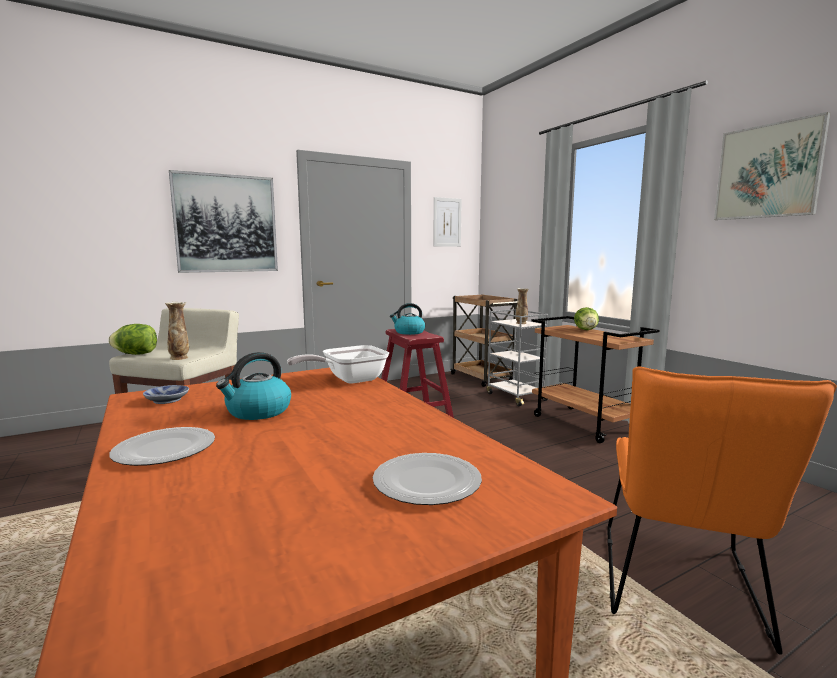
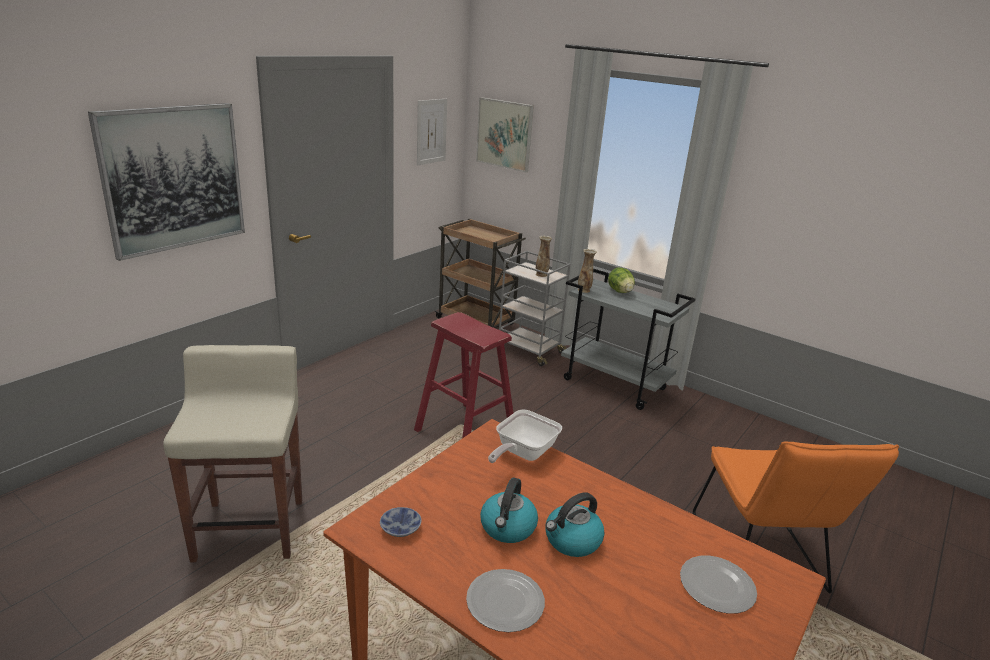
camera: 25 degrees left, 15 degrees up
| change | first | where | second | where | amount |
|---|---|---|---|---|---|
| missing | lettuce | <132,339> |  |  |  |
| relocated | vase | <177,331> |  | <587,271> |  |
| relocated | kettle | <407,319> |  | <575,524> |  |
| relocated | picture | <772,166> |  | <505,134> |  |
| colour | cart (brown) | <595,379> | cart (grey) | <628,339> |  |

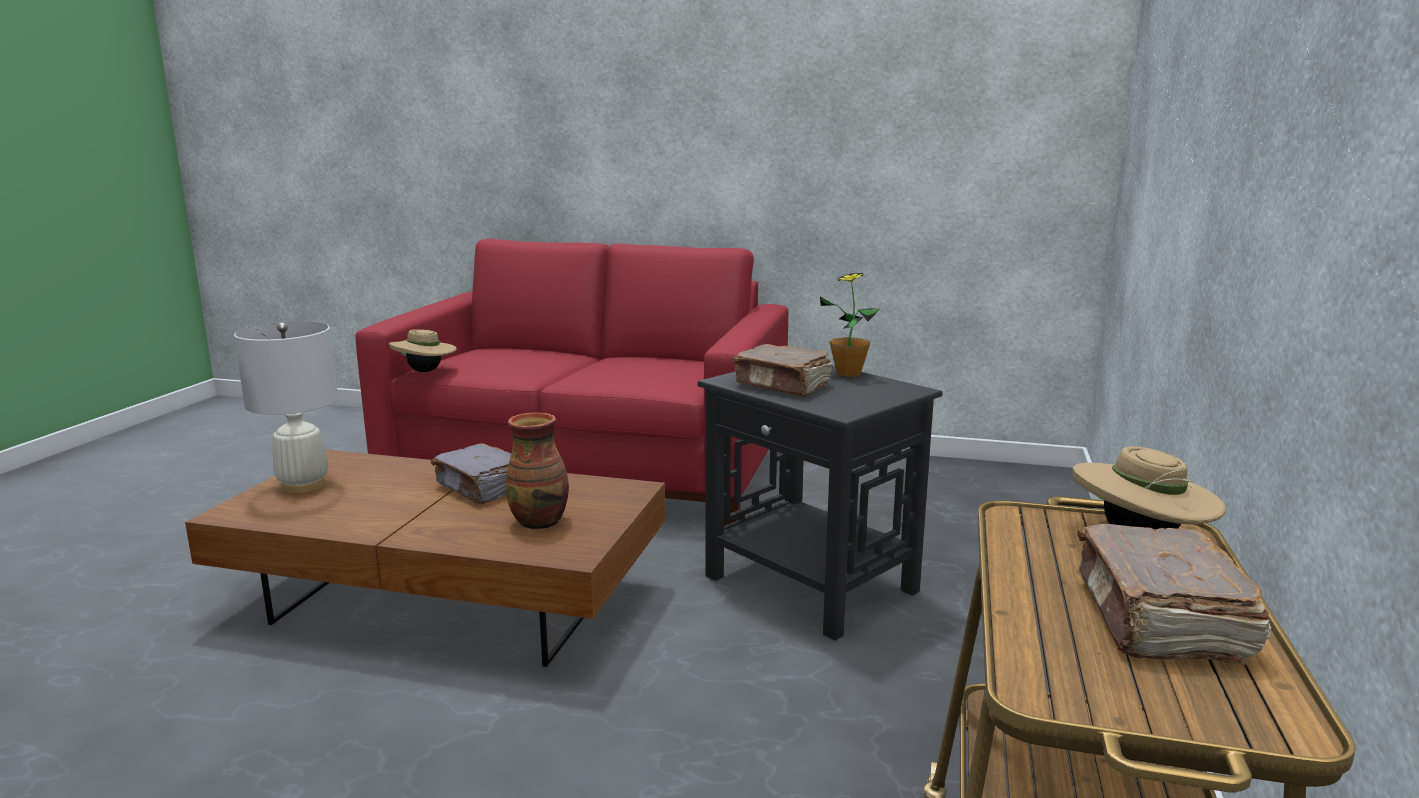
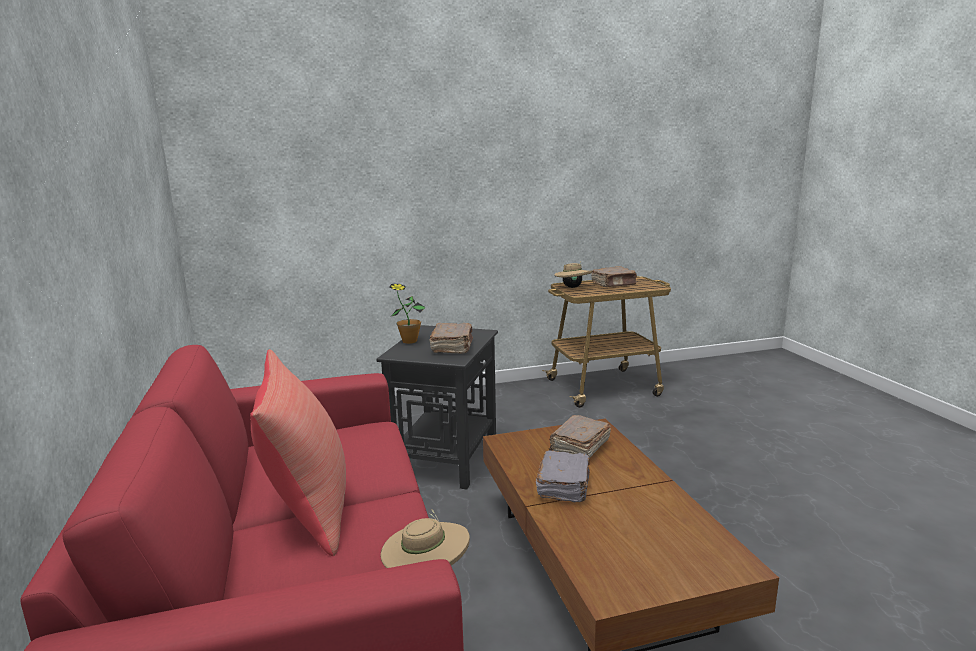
camera: 120 degrees left, 0 degrees up
| change | first | where | second | where | amount |
|---|---|---|---|---|---|
| missing | table lamp (white) | <286,407> |  |  |  |
| appeared |  |  | pillow (red) | <298,452> |  |
| exchanged | vase | <537,470> | book (brown) | <580,436> |  |

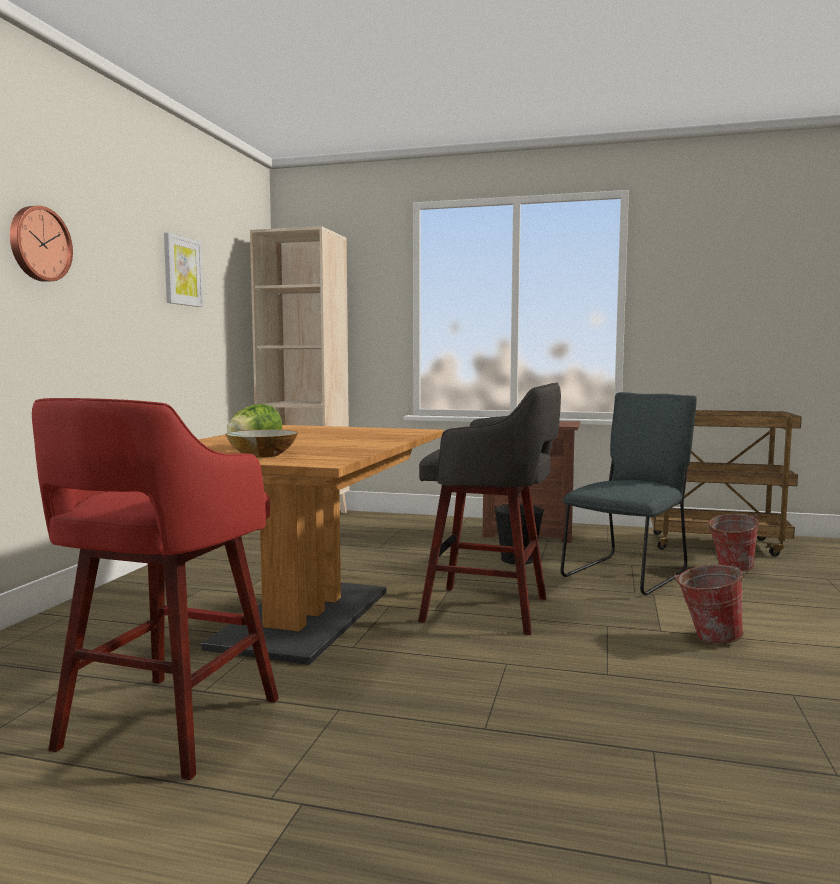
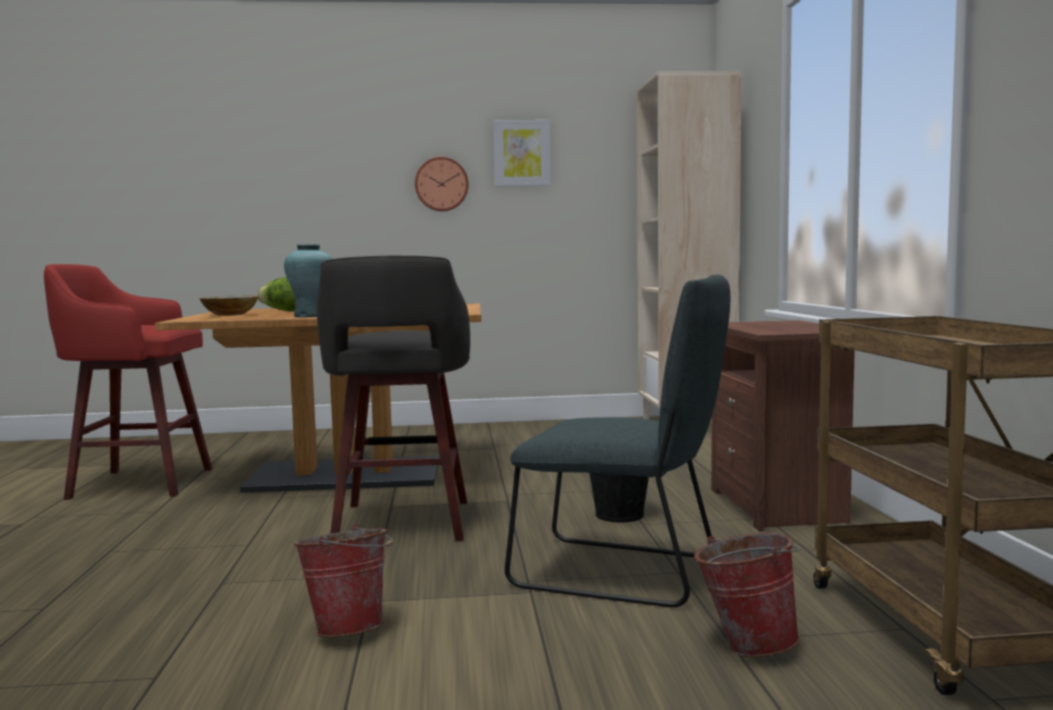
camera: 70 degrees right, 0 degrees up
| change | first | where | second | where | amount |
|---|---|---|---|---|---|
| appeared |  |  | vase (turquoise) | <308,280> |  |
| relocated | wall clock | <41,244> |  | <442,184> |  |

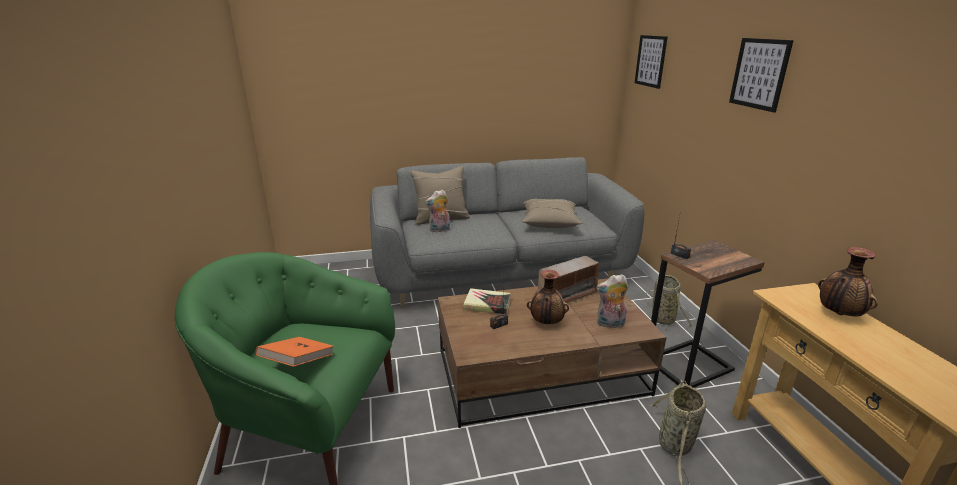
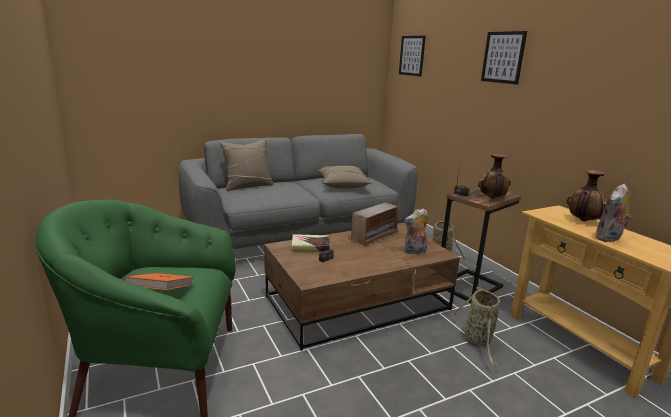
camera: 15 degrees left, 5 degrees down
| change | first | where | second | where | amount |
|---|---|---|---|---|---|
| relocated | plush toy | <437,211> |  | <613,213> |  |
| relocated | vase | <548,297> |  | <494,176> |  |

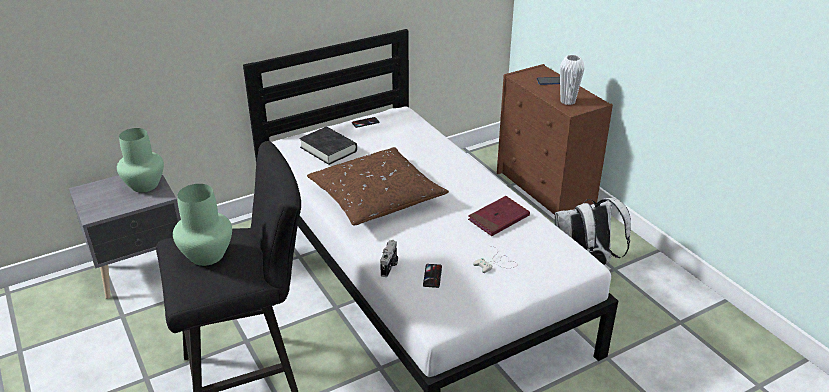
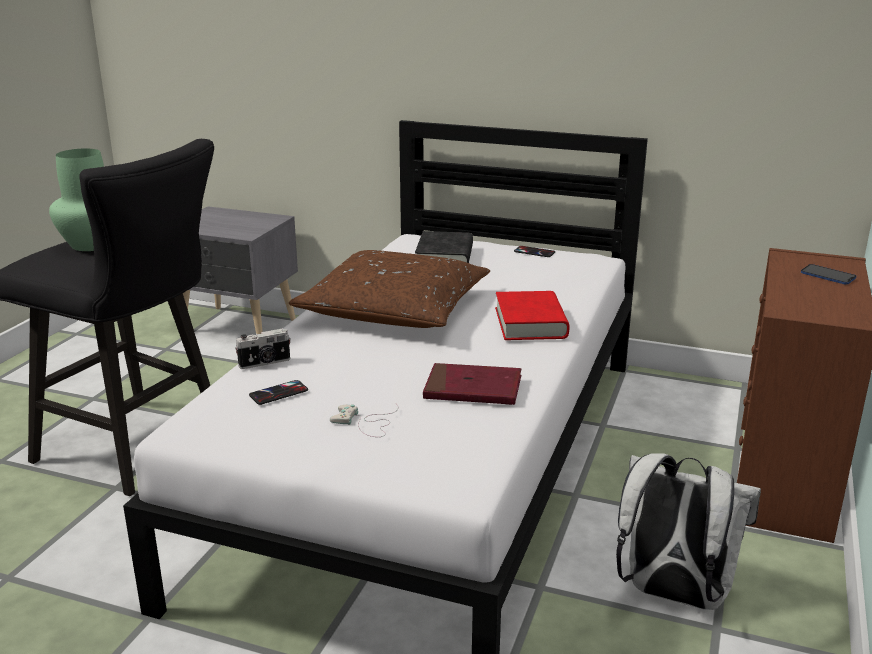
camera: 50 degrees right, 10 degrees down
| change | first | where | second | where | amount |
|---|---|---|---|---|---|
| missing | vase (green) | <140,160> |  |  |  |
| missing | vase (white) | <572,80> |  |  |  |
| appeared |  |  | book (red) | <532,315> |  |

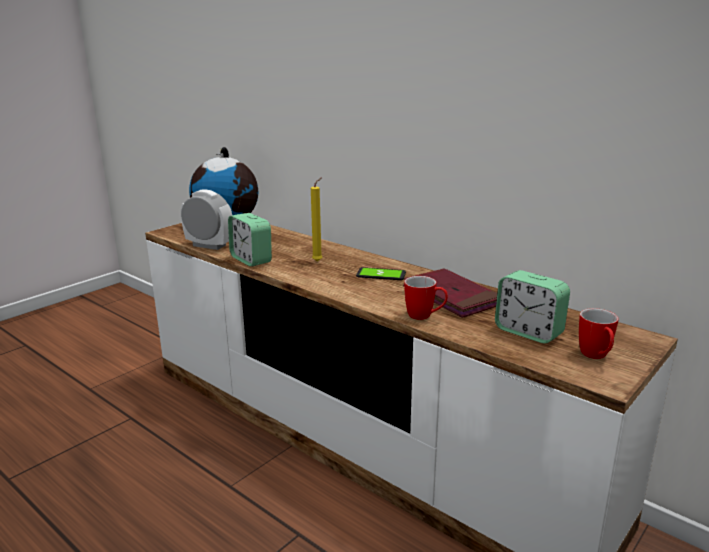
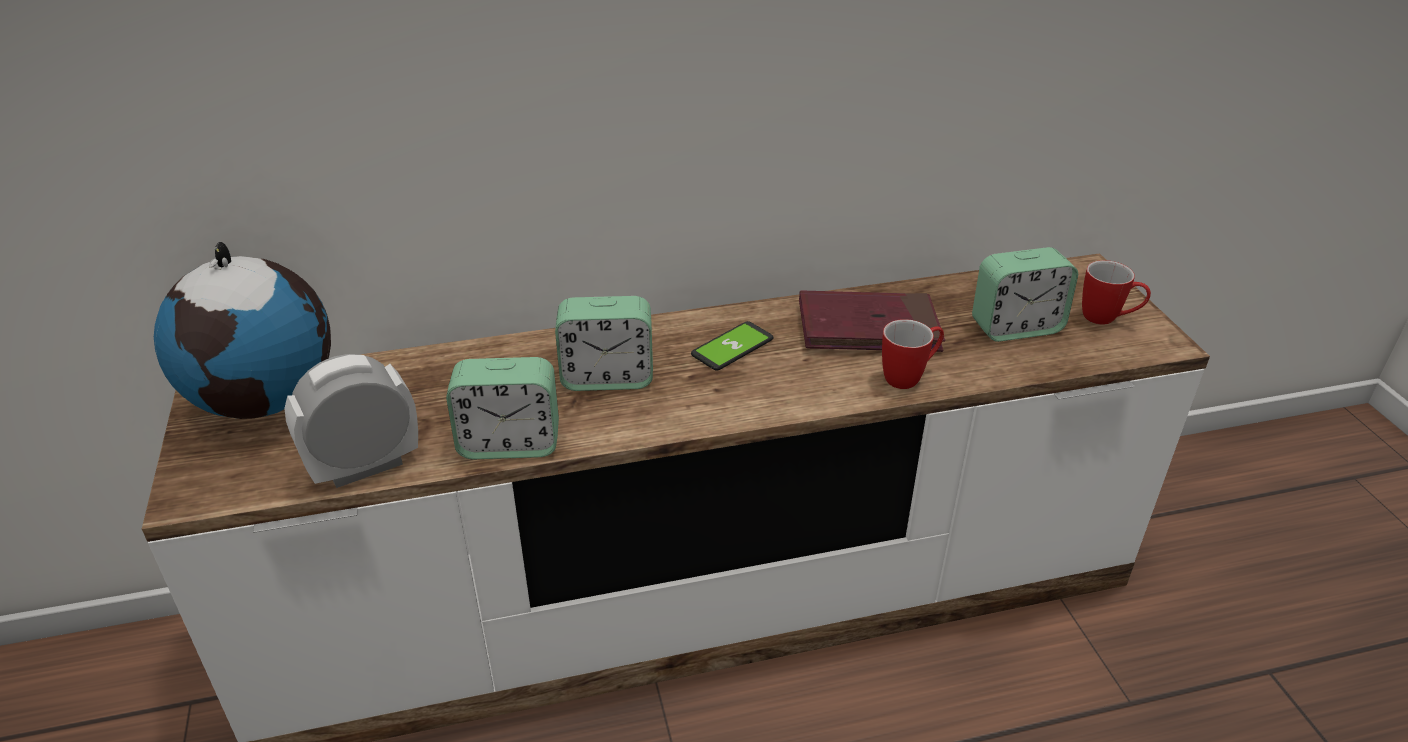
camera: 55 degrees left, 15 degrees up
| change | first | where | second | where | amount |
|---|---|---|---|---|---|
| exchanged | candle (yellow) | <316,219> | alarm clock | <604,343> |  |

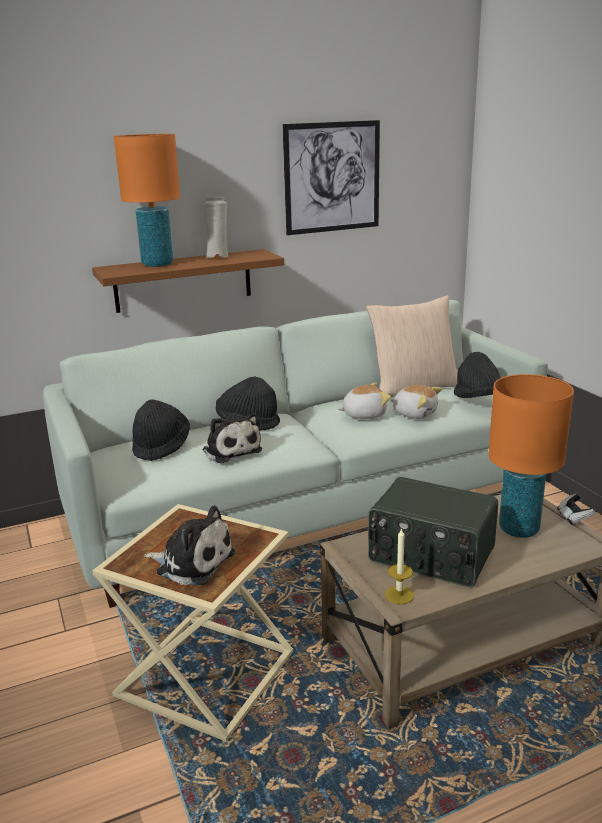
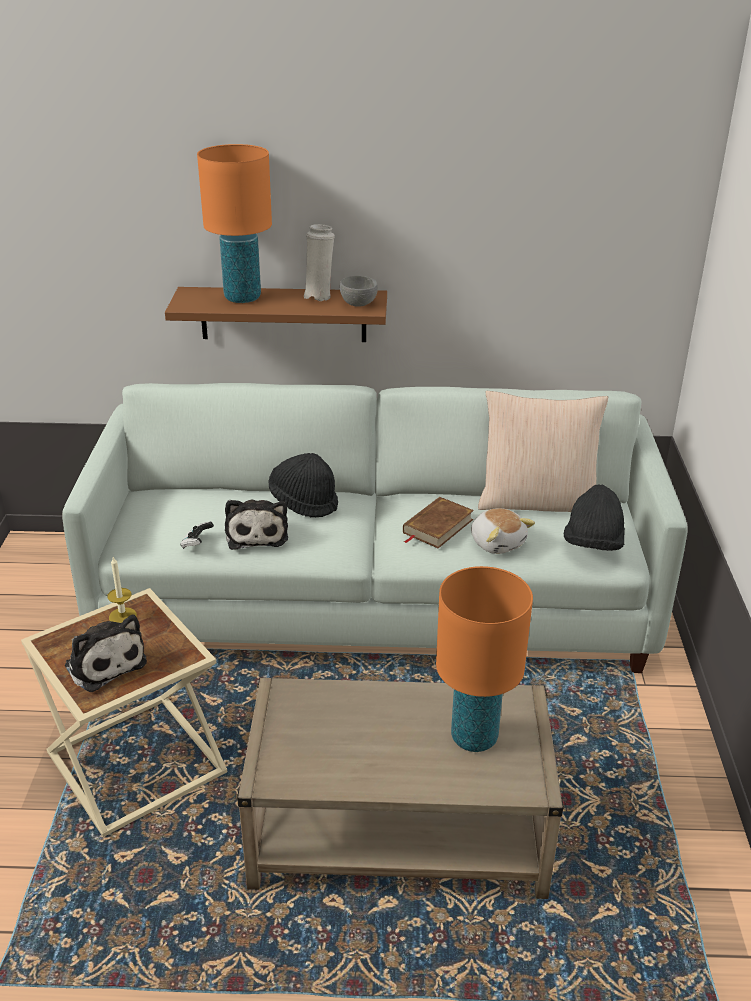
camera: 25 degrees right, 10 degrees up
| change | first | where | second | where | amount |
|---|---|---|---|---|---|
| missing | hat (black) | <161,430> |  |  |  |
| missing | picture | <331,177> |  |  |  |
| missing | radio | <433,532> |  |  |  |
| appeared |  |  | bowl (grey) | <359,291> |  |
| relocated | candle | <399,566> |  | <122,590> |  |
| relocated | game controller | <576,509> |  | <197,535> |  |
| exchanged | plush toy | <364,400> | book (brown) | <438,522> |  |

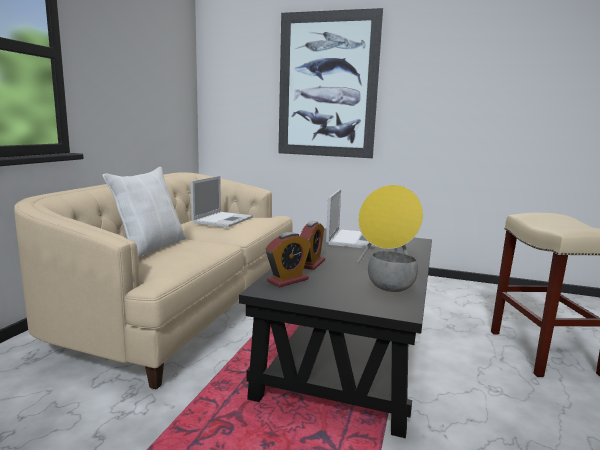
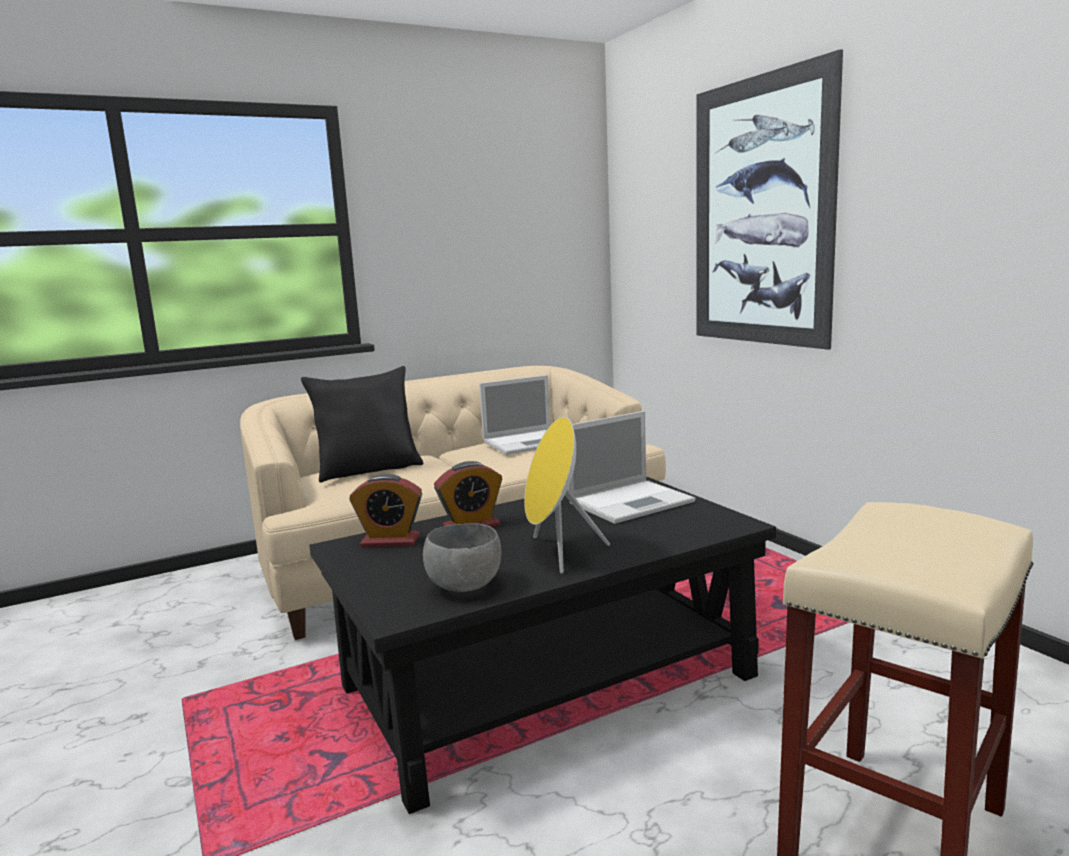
camera: 45 degrees right, 0 degrees up
| change | first | where | second | where | amount |
|---|---|---|---|---|---|
| colour | pillow (white) | <144,212> | pillow (black) | <362,424> |  |

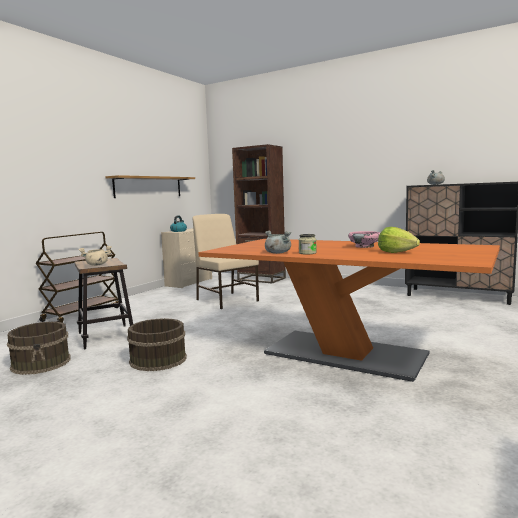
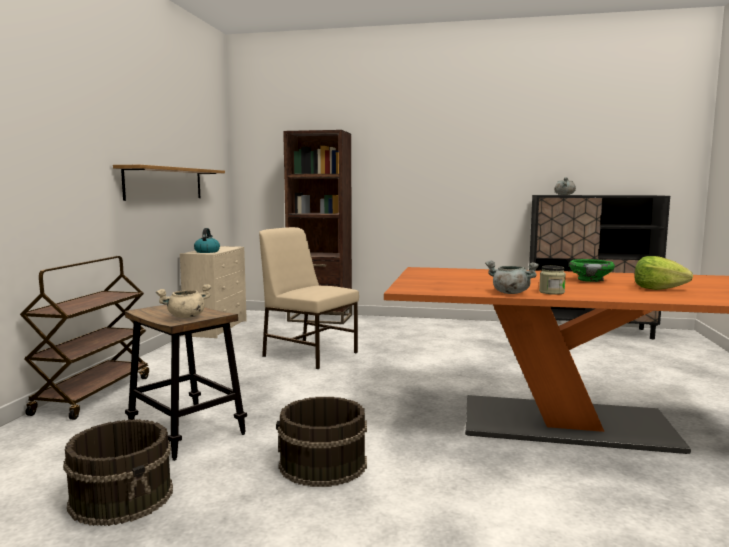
camera: 20 degrees left, 0 degrees up
| change | first | where | second | where | amount |
|---|---|---|---|---|---|
| colour | bowl (pink) | <364,239> | bowl (green) | <592,270> |  |

